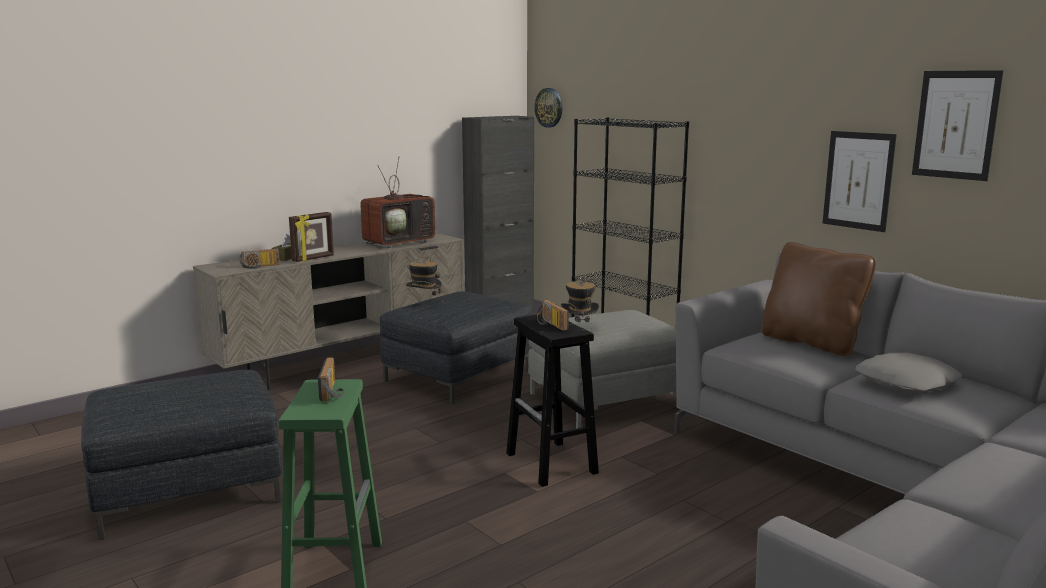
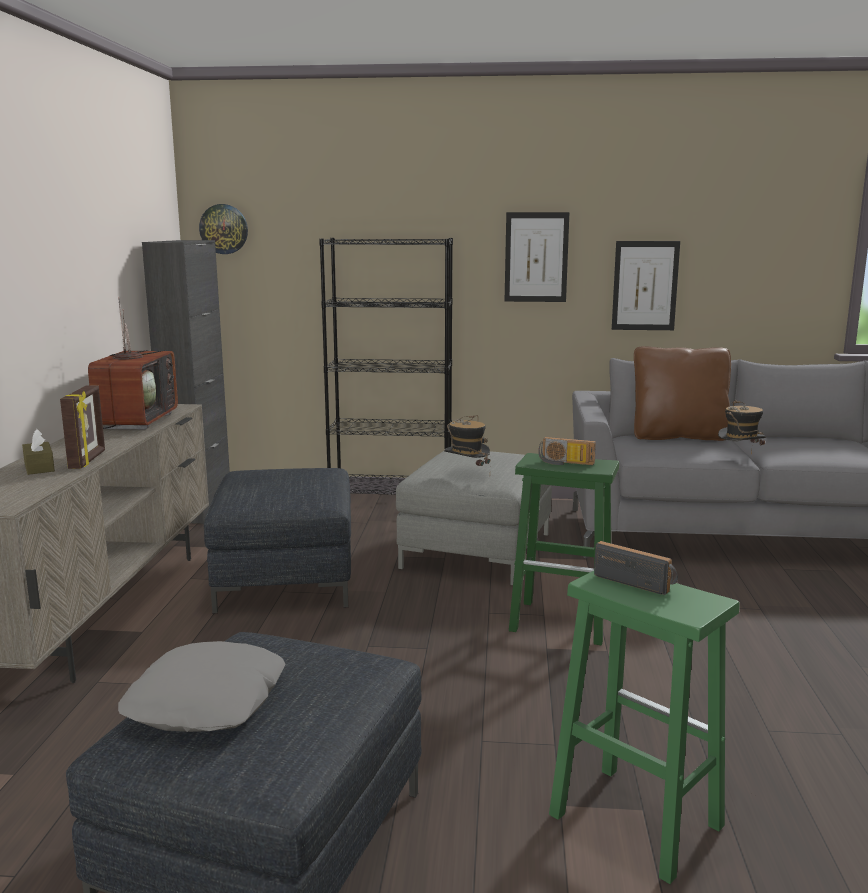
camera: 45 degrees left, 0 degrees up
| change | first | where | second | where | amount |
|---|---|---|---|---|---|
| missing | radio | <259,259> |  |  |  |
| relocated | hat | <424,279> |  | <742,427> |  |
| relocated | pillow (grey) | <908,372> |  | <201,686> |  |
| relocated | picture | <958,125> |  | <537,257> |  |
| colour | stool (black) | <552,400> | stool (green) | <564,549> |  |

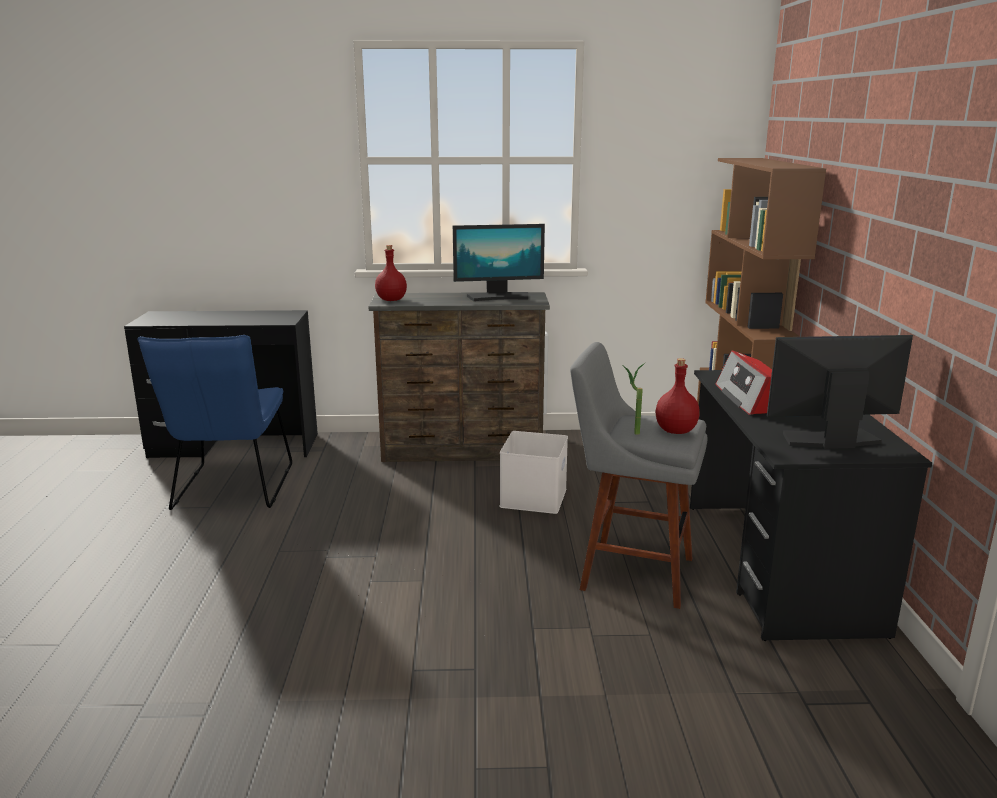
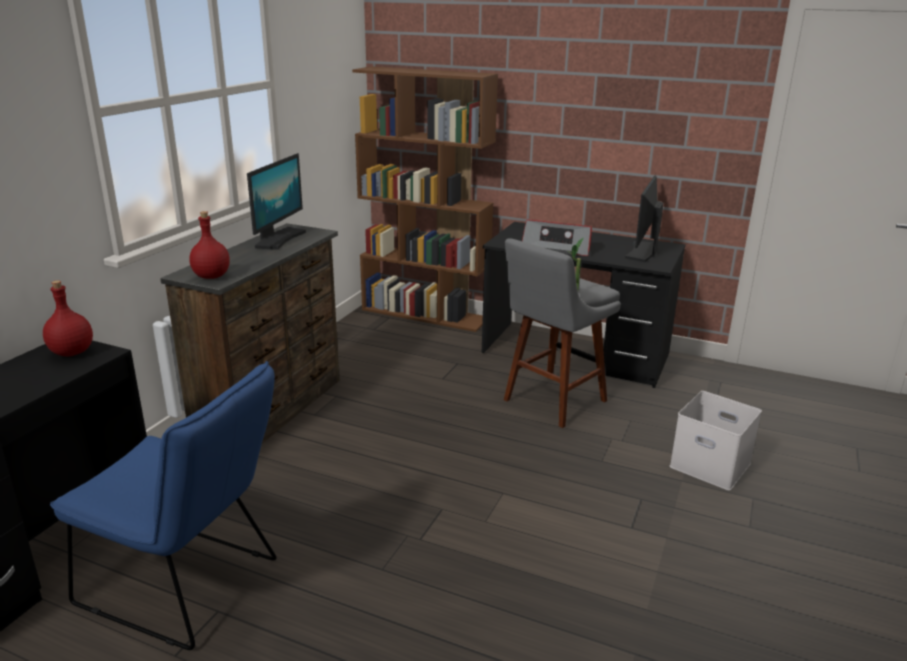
camera: 65 degrees left, 5 degrees up
| change | first | where | second | where | amount |
|---|---|---|---|---|---|
| relocated | storage box (white) | <533,472> |  | <716,440> |  |
| relocated | bottle (red) | <678,396> |  | <68,318> |  |

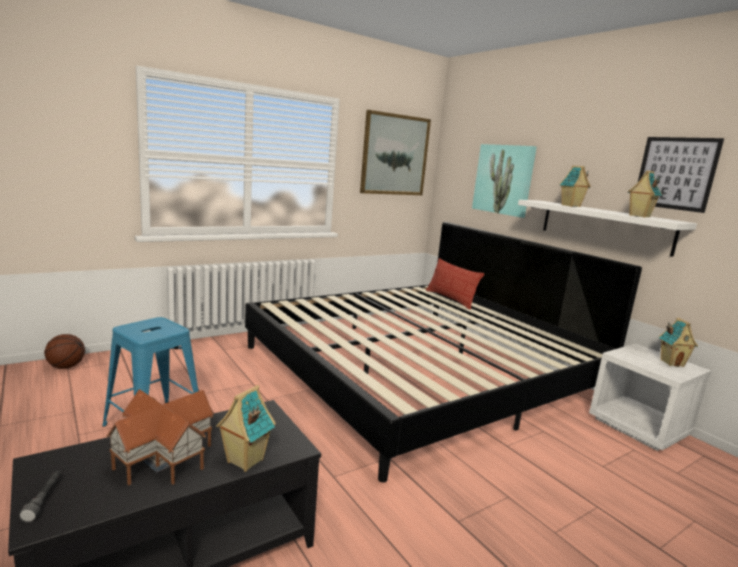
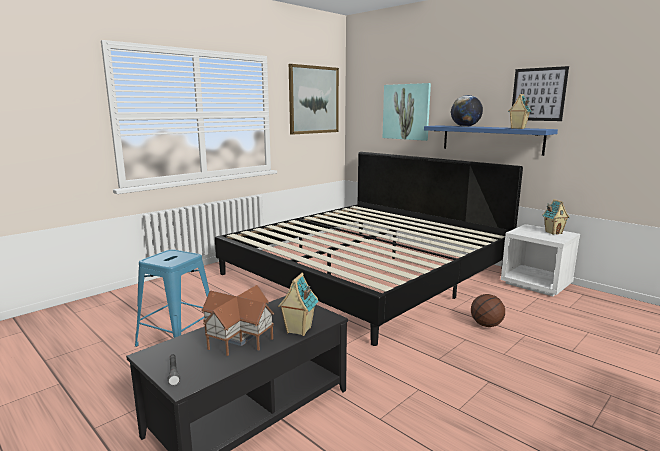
camera: 10 degrees left, 0 degrees up
| change | first | where | second | where | amount |
|---|---|---|---|---|---|
| missing | pillow | <455,283> |  |  |  |
| relocated | basketball | <64,351> |  | <488,310> |  |
| exchanged | toy house | <575,186> | globe | <467,111> |  |
| colour | shelf (white) | <607,228> | shelf (blue) | <491,140> |  |

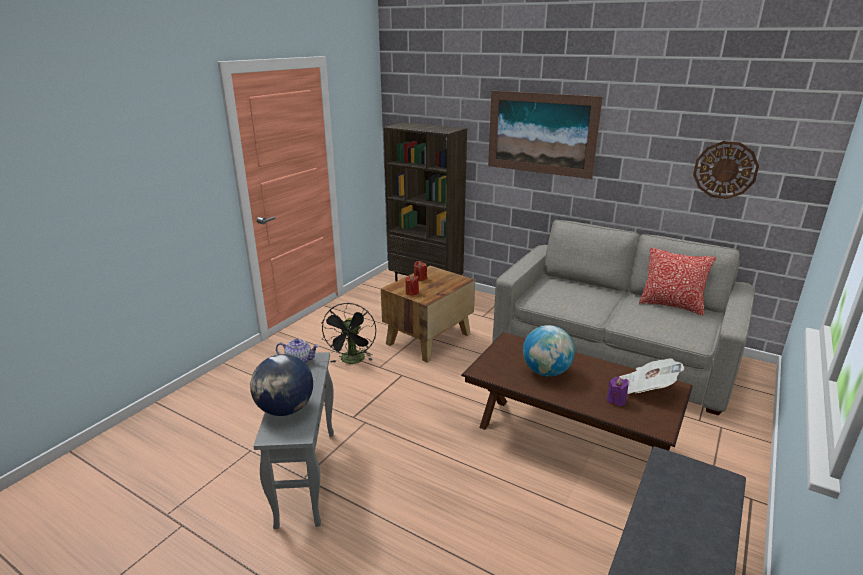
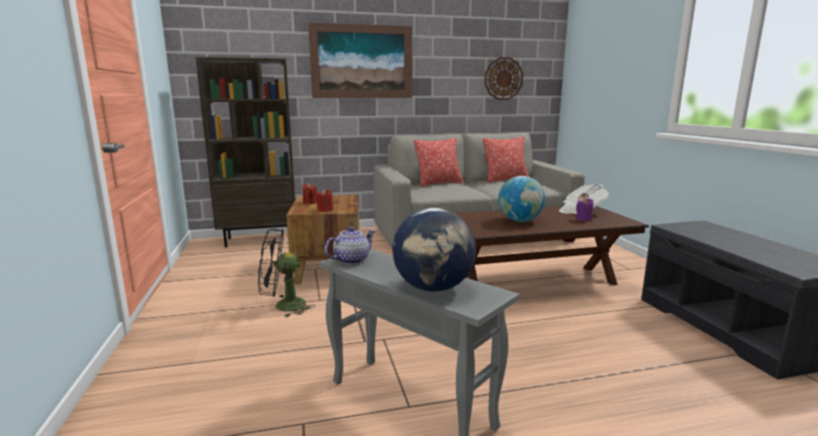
camera: 45 degrees left, 10 degrees down
| change | first | where | second | where | amount |
|---|---|---|---|---|---|
| appeared |  |  | pillow | <439,162> |  |
| spun | fan (black) | <348,333> |  | <286,273> | 120 degrees clockwise |

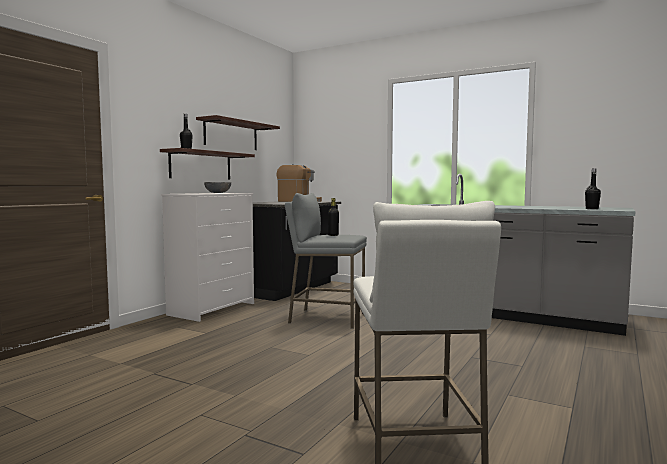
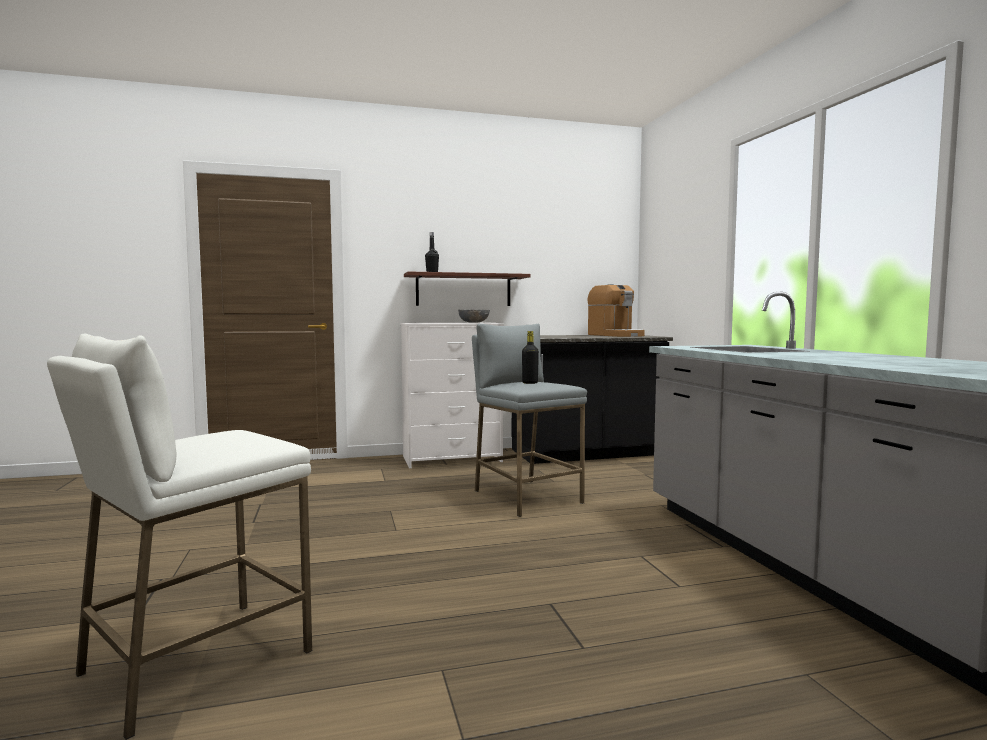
camera: 45 degrees right, 0 degrees up
| change | first | where | second | where | amount |
|---|---|---|---|---|---|
| missing | shelf | <238,132> |  |  |  |
| missing | bottle (black) | <593,188> |  |  |  |

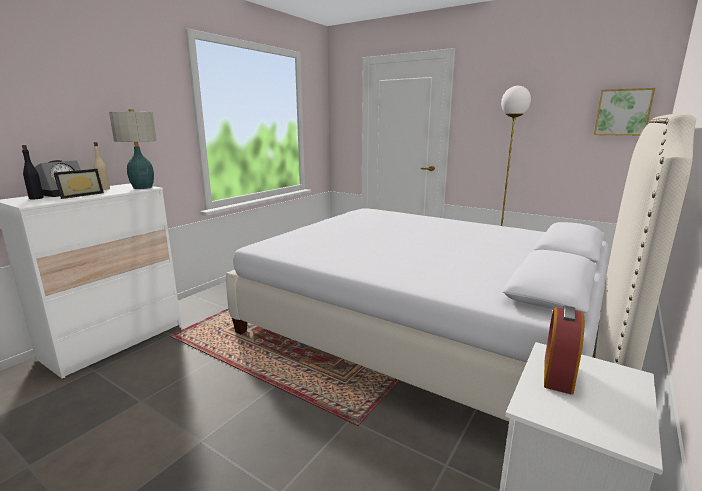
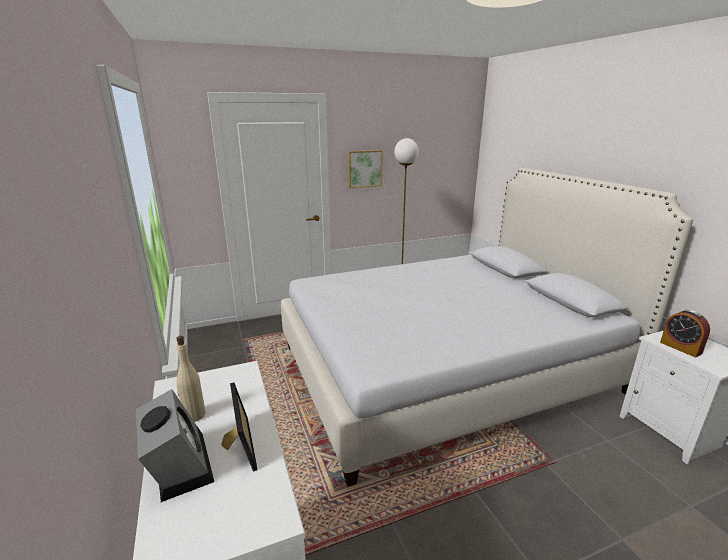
camera: 55 degrees left, 5 degrees up
| change | first | where | second | where | amount |
|---|---|---|---|---|---|
| missing | bottle (black) | <33,172> |  |  |  |
| missing | table lamp | <133,149> |  |  |  |
| relocated | picture | <624,112> |  | <365,169> |  |

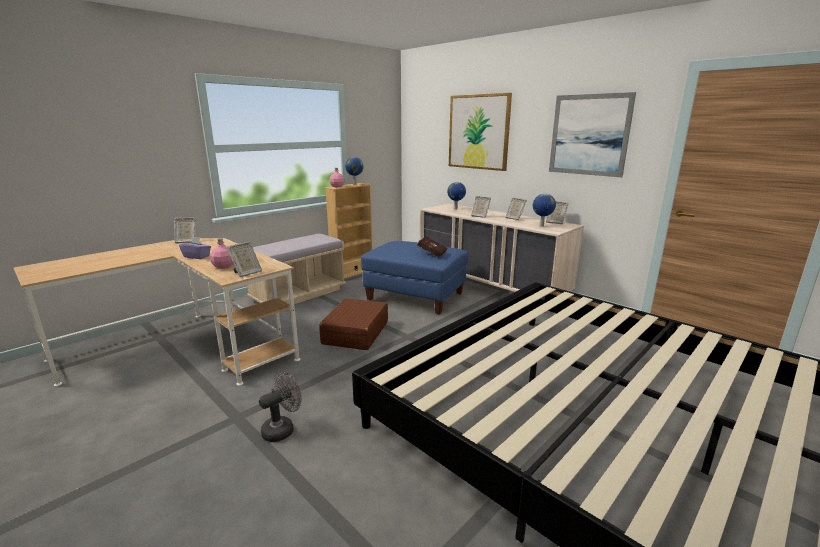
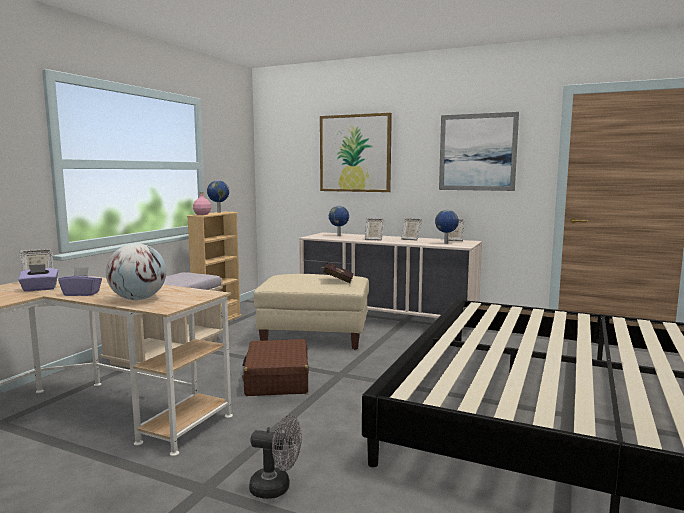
camera: 20 degrees left, 10 degrees down
| change | first | where | second | where | amount |
|---|---|---|---|---|---|
| missing | picture frame | <244,259> |  |  |  |
| appeared |  |  | tissue box (purple) | <38,278> |  |
| exchanged | bottle (pink) | <221,253> | globe | <136,271> |  |
| colour | ottoman (blue) | <414,277> | ottoman (beige) | <311,311> |  |
| spun | fan (grey) | <280,407> |  | <275,456> | 75 degrees clockwise |

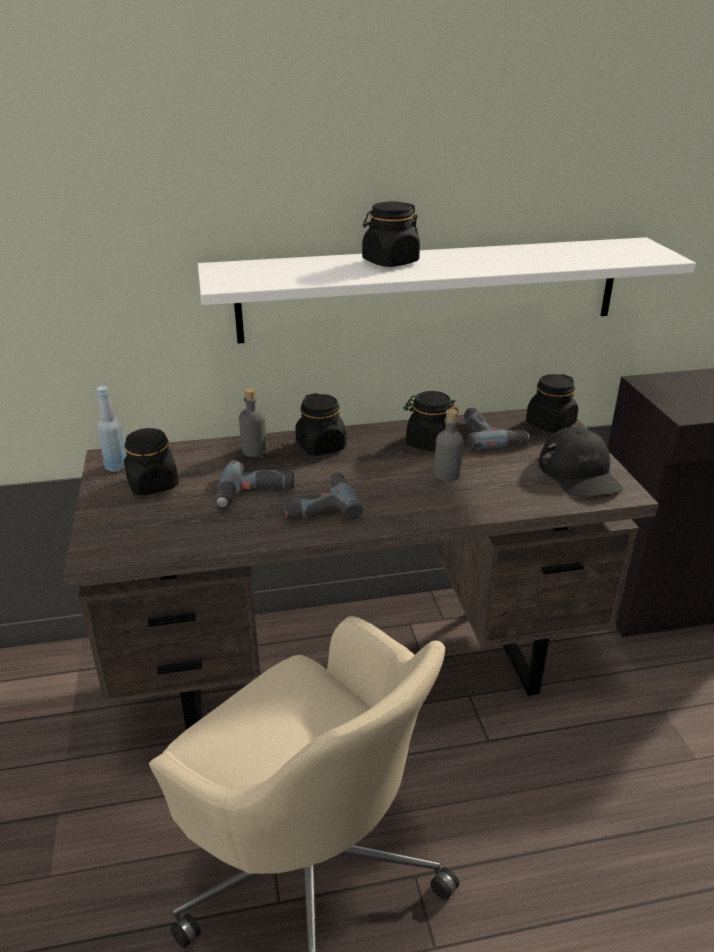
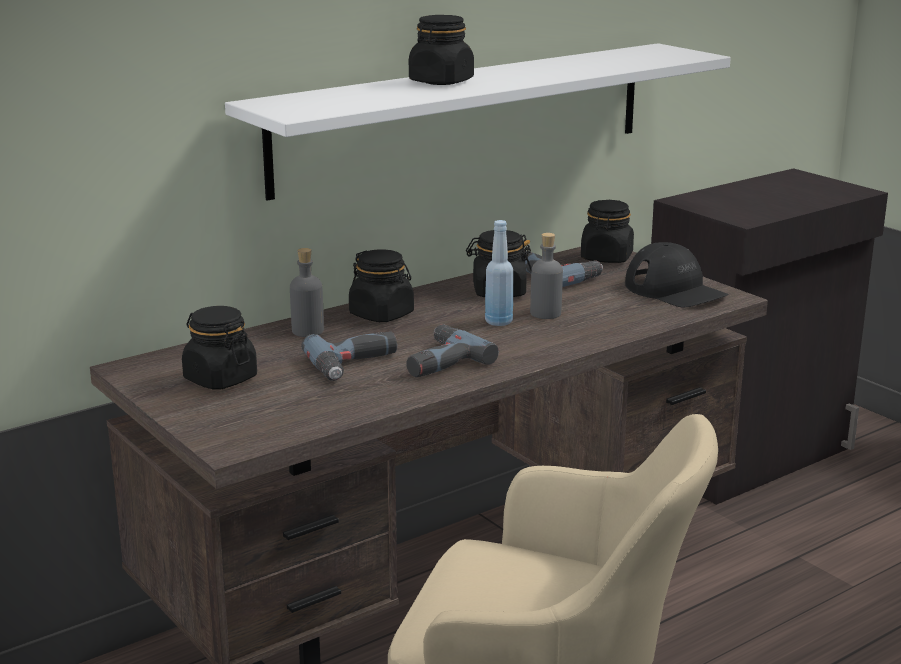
camera: 25 degrees left, 10 degrees down
| change | first | where | second | where | amount |
|---|---|---|---|---|---|
| relocated | bottle (blue) | <112,429> |  | <499,273> |  |

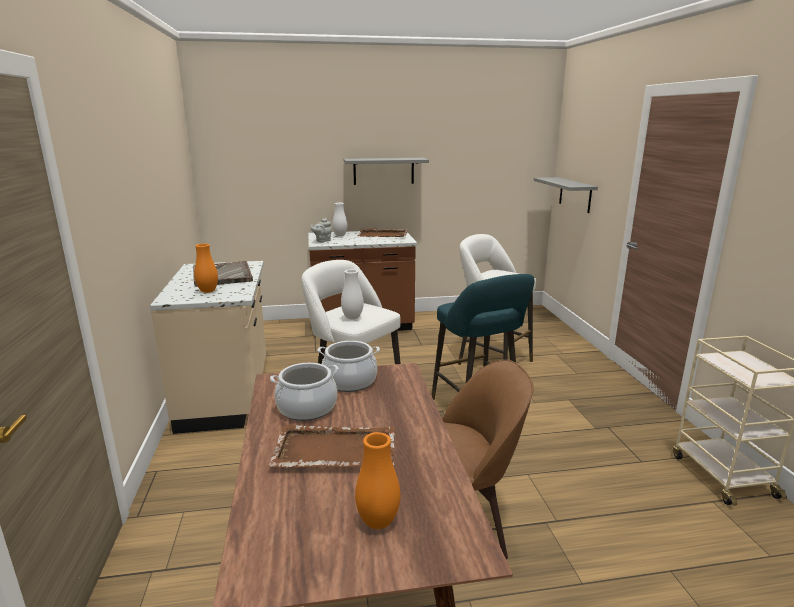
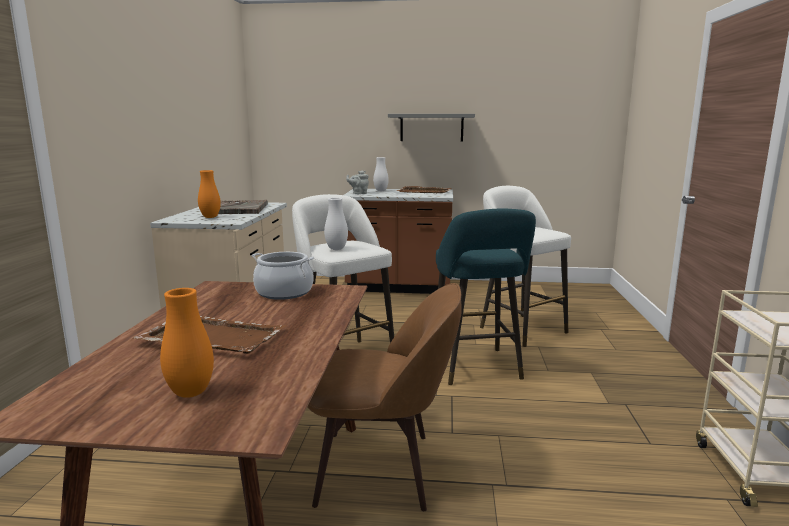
camera: 15 degrees right, 5 degrees down
| change | first | where | second | where | amount |
|---|---|---|---|---|---|
| missing | cooking pot | <304,392> |  |  |  |
| missing | shelf (grey) | <566,195> |  |  |  |

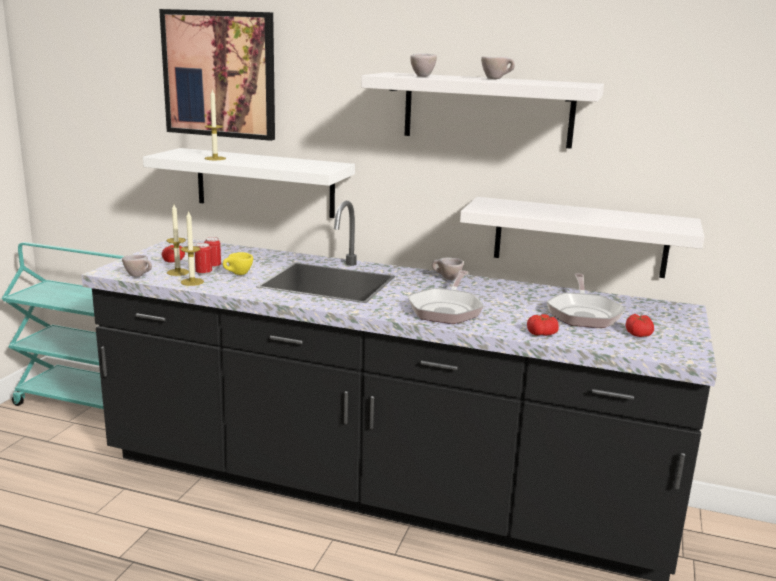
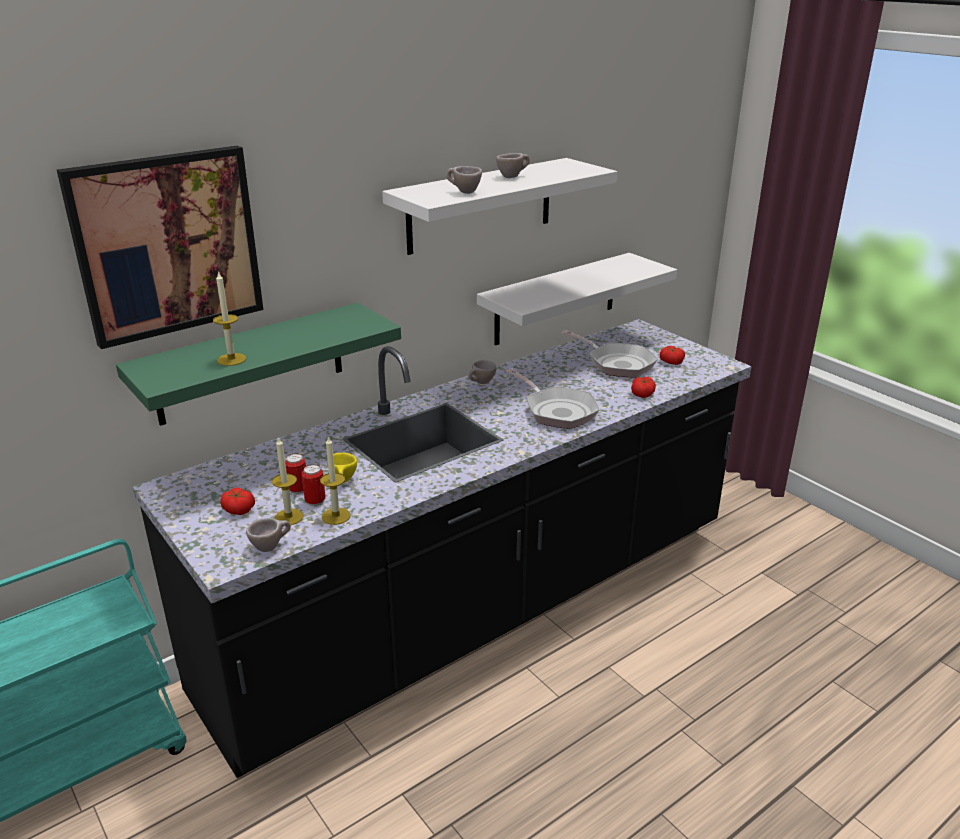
camera: 55 degrees left, 10 degrees up
| change | first | where | second | where | amount |
|---|---|---|---|---|---|
| colour | shelf (white) | <249,183> | shelf (green) | <258,364> |  |

